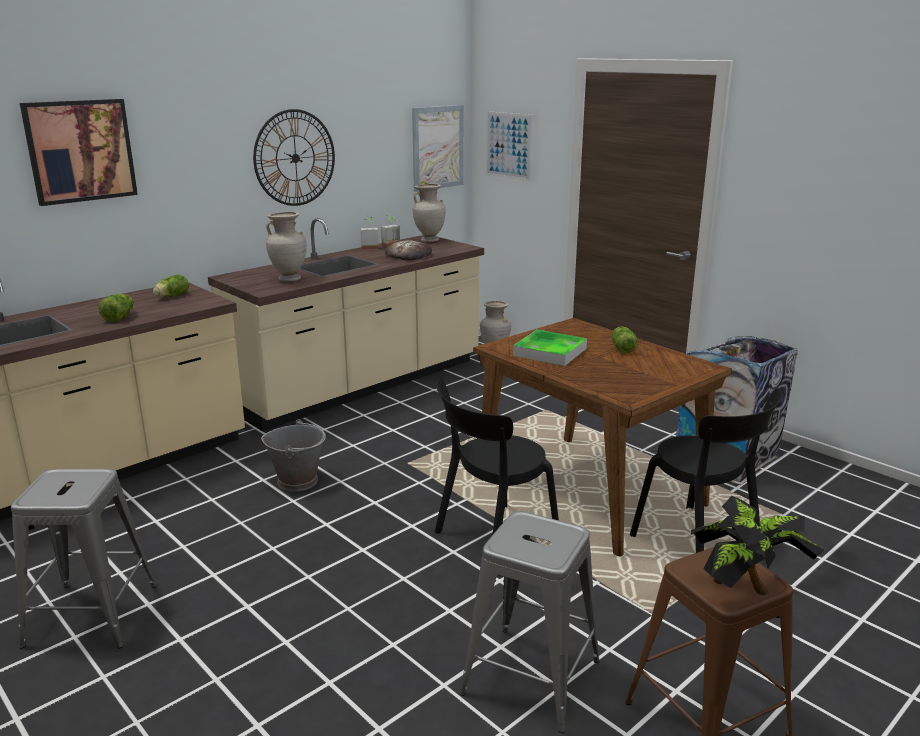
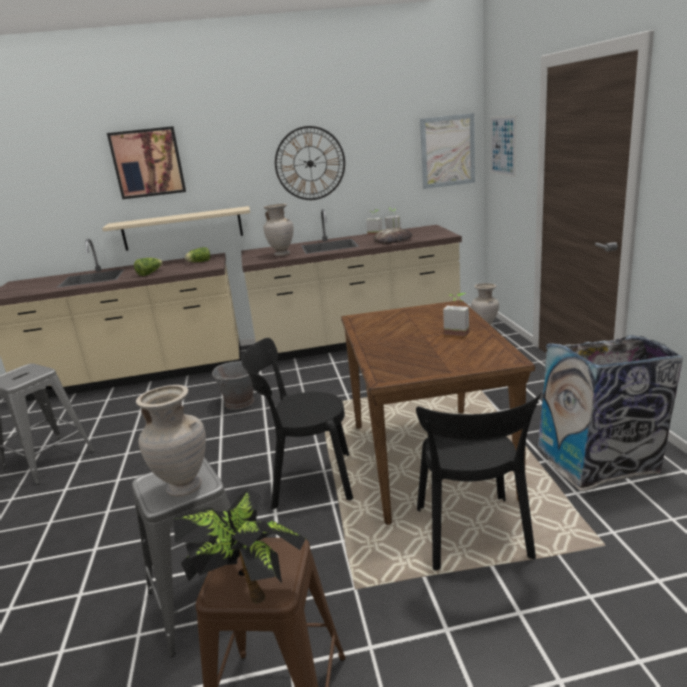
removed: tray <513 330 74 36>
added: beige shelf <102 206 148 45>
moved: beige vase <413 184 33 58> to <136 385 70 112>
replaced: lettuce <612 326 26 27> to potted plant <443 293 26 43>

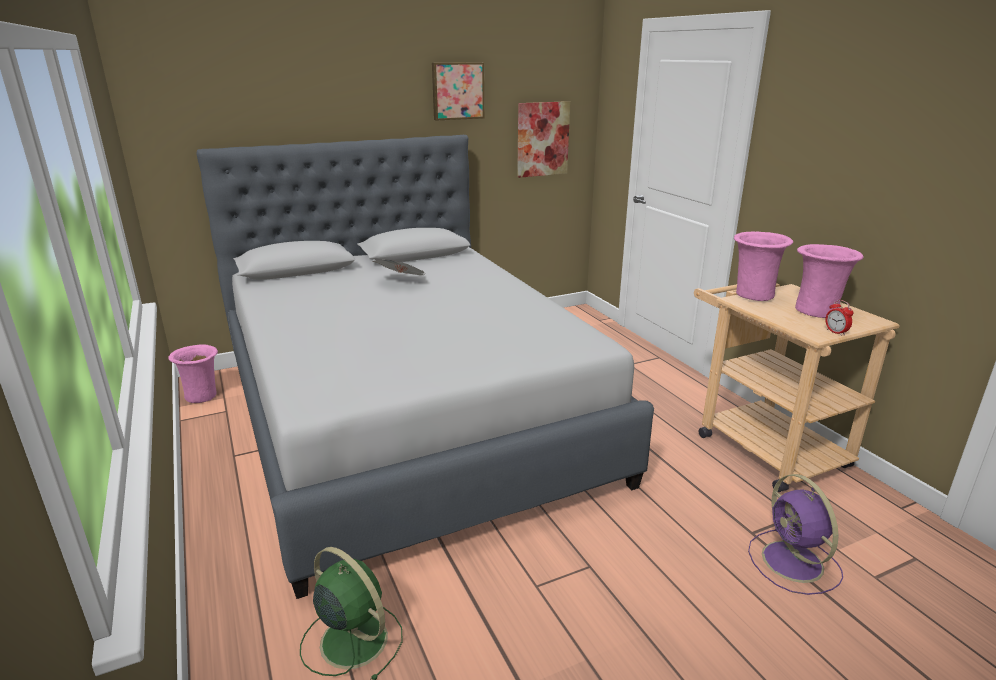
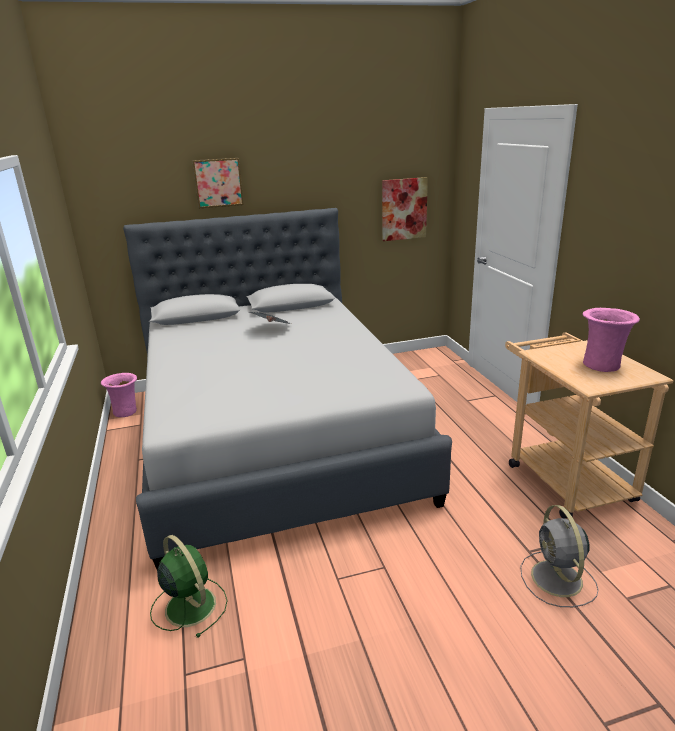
removed: pink vase <734 232 59 69>; alarm clock <825 300 28 36>
moved: picture <432 62 53 59> to <192 158 52 50>
recoloured: purple fan <748 474 95 121> to grey fan <520 505 79 102>

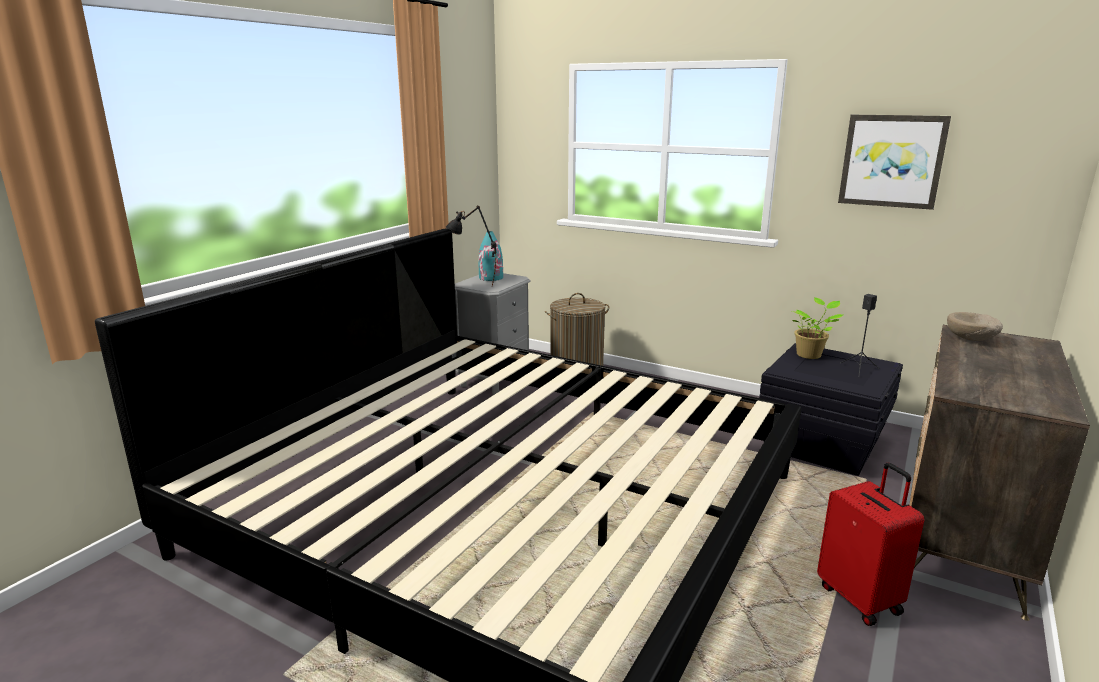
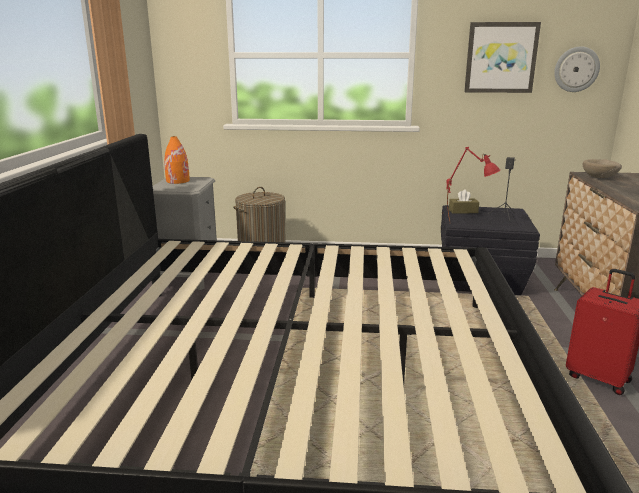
removed: black table lamp <446 206 51 81>
added: red table lamp <447 147 53 77>; wall clock <554 46 46 46>
replaced: potted plant <792 297 51 62> to brown tissue box <449 189 30 25>
recoloured: turquoise vase <479 231 24 50> to orange vase <164 136 26 48>

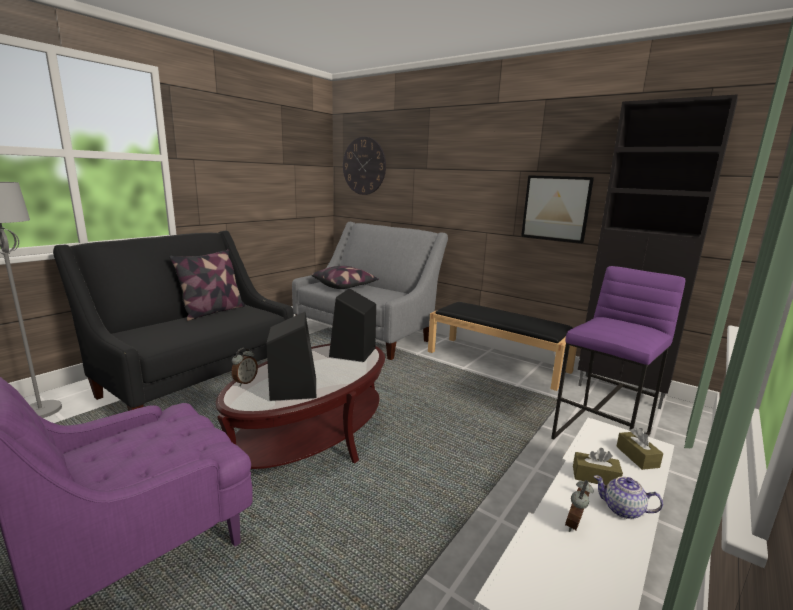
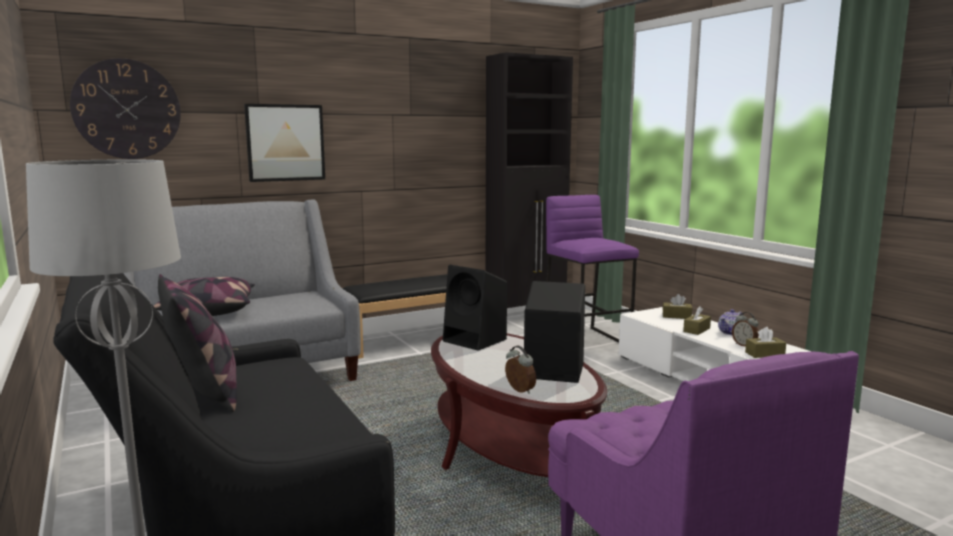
added: brown tissue box <745 327 41 31>
moved: picture <521 175 73 68> to <244 104 81 78>

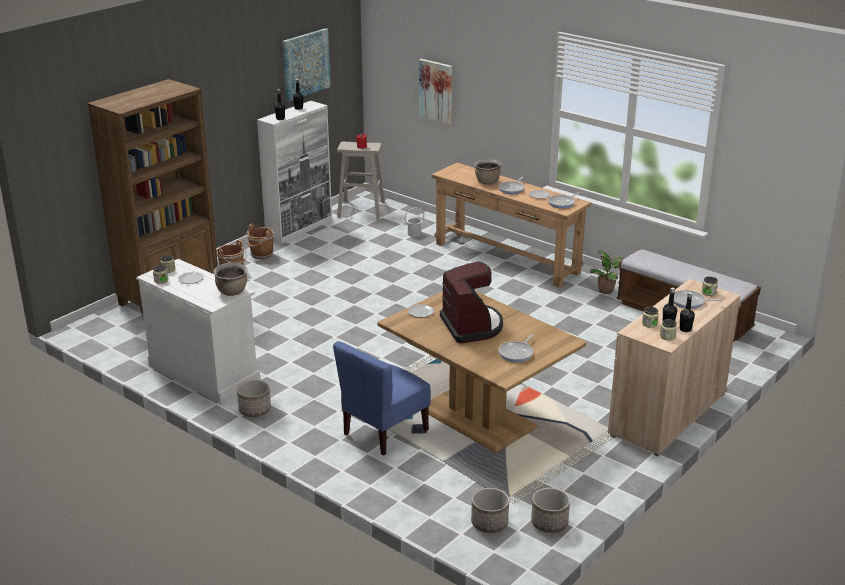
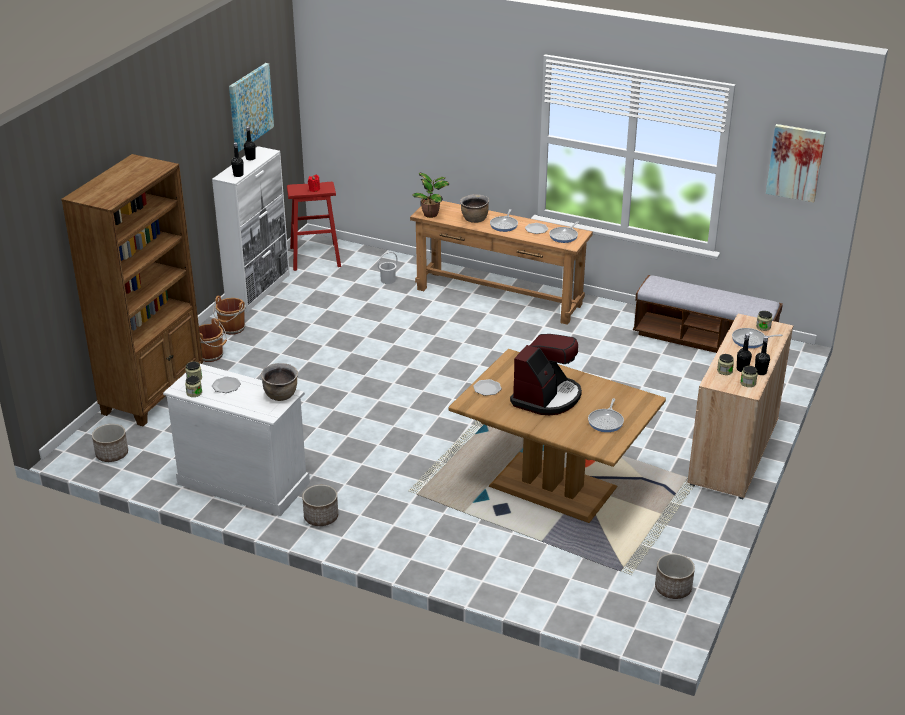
removed: blue chair <333 341 98 114>
moved: planter <471 488 38 45> to <92 424 36 38>; potted plant <589 250 35 44> to <412 173 37 45>; picture <419 59 33 66> to <766 124 60 79>
recoloured: beige stool <337 142 48 77> to red stool <287 182 54 89>
turned: coffee machine <440 261 63 82> = <510 334 72 81> 60 degrees clockwise

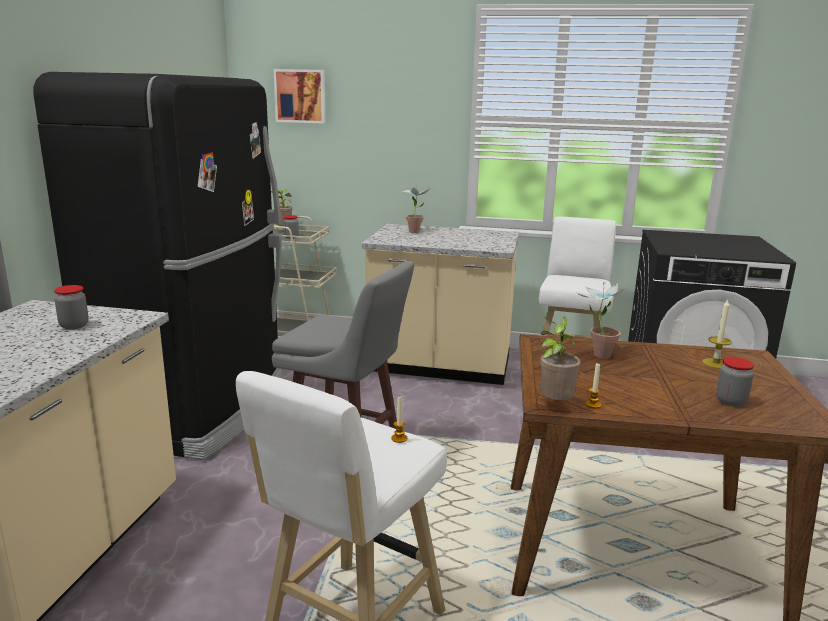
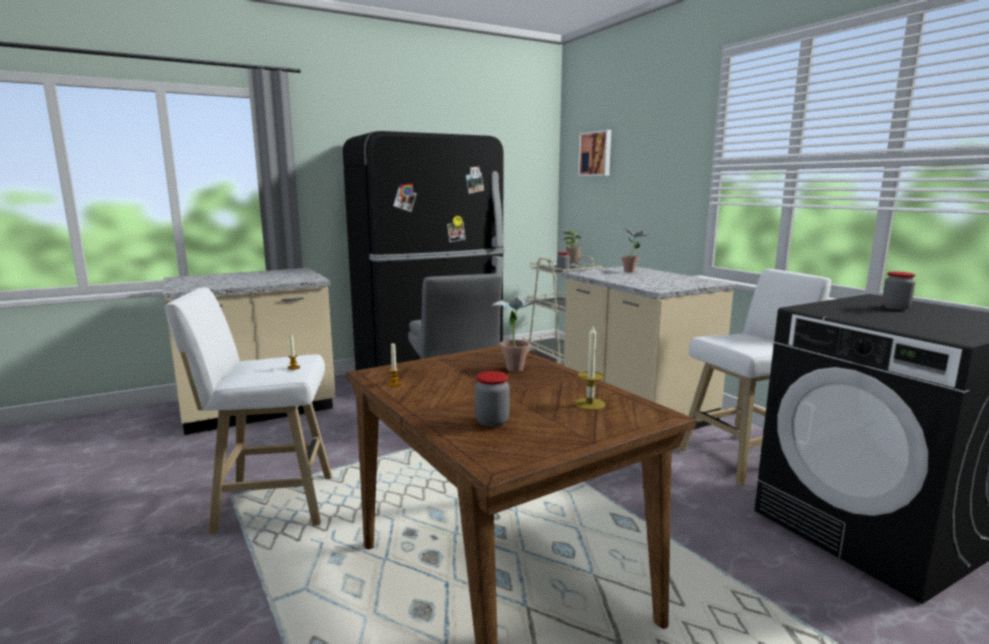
removed: potted plant <538 317 43 83>
moved: jar <54 285 35 45> to <882 272 33 38>

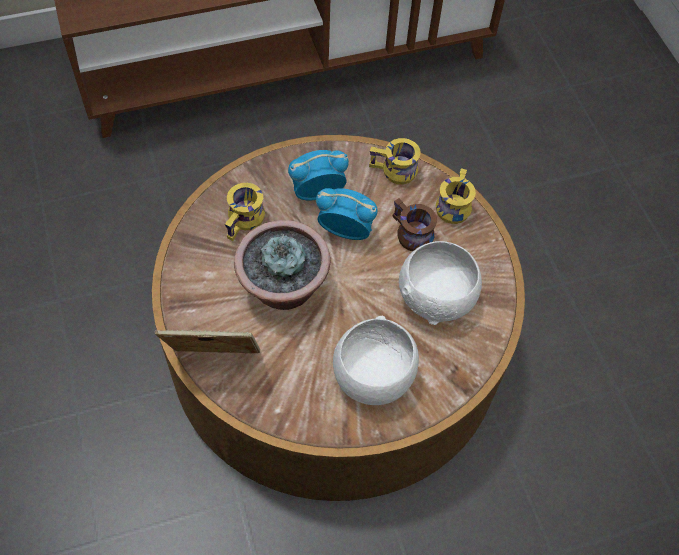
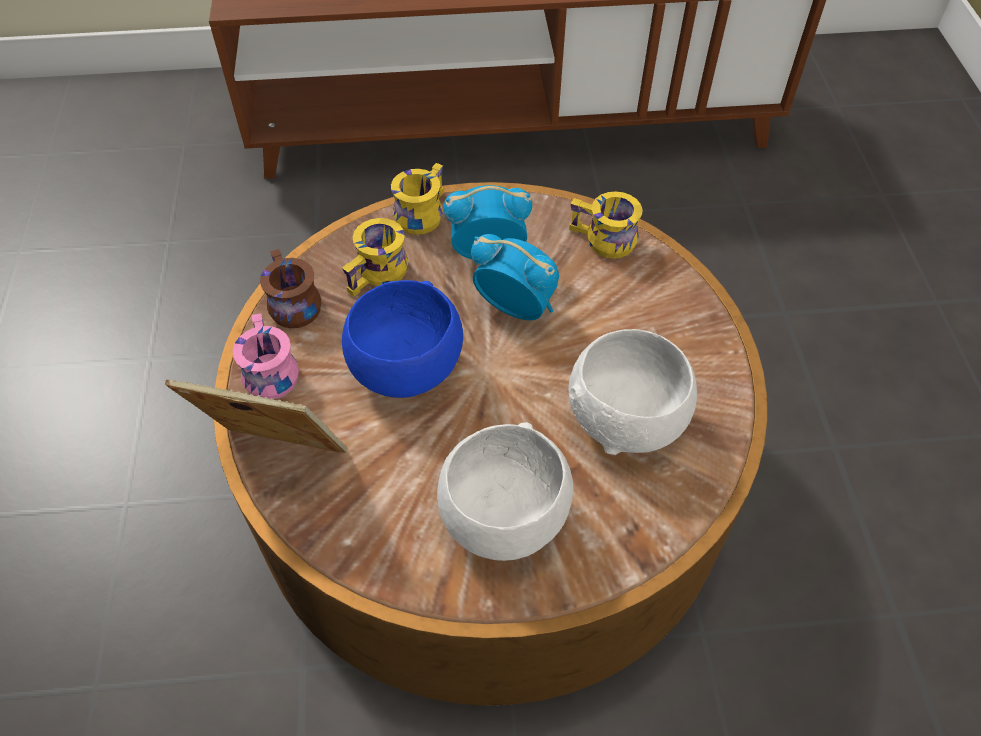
added: pink mug <232 313 67 86>
moved: brown mug <392 198 45 53> to <260 249 61 79>; yellow mug <436 168 40 56> to <391 163 53 72>
replaced: potted plant <234 220 97 90> to blue bowl <342 280 121 118>

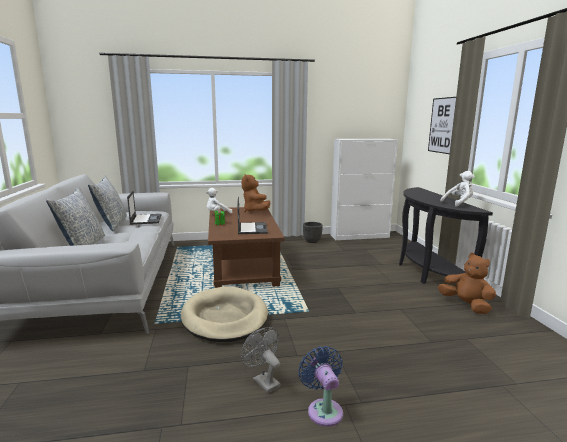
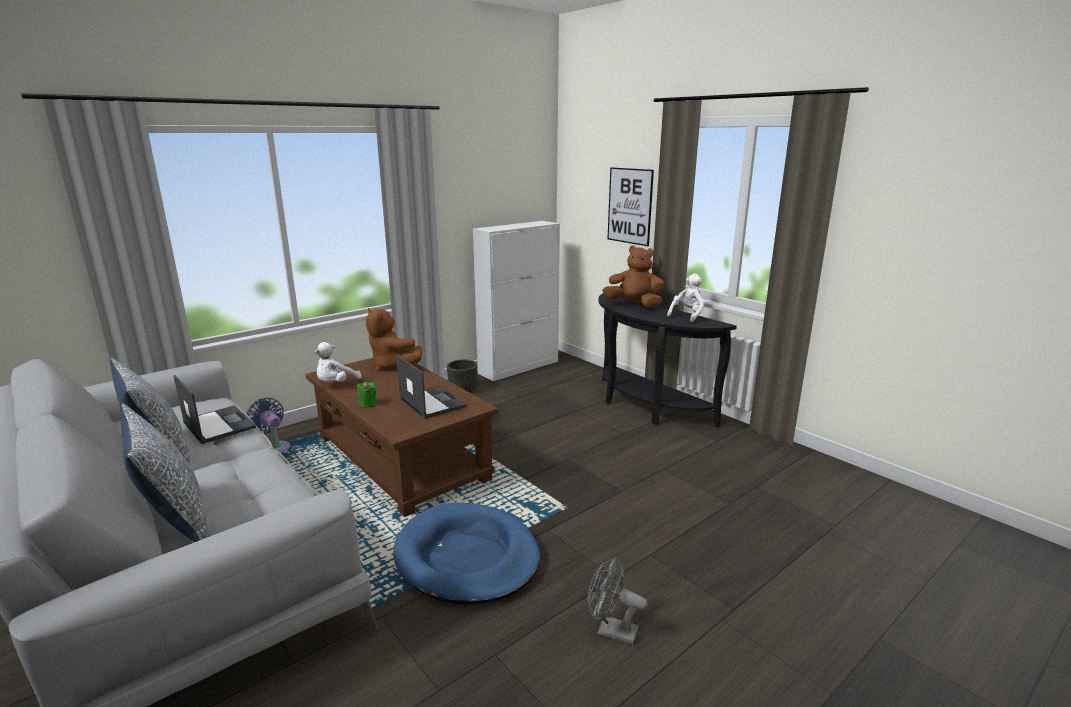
moved: blue fan <298 346 45 81> to <247 398 43 55>; brown plush toy <438 253 58 61> to <602 245 62 63>
recoloured: beige dog bed <181 287 87 55> to blue dog bed <393 503 147 102>

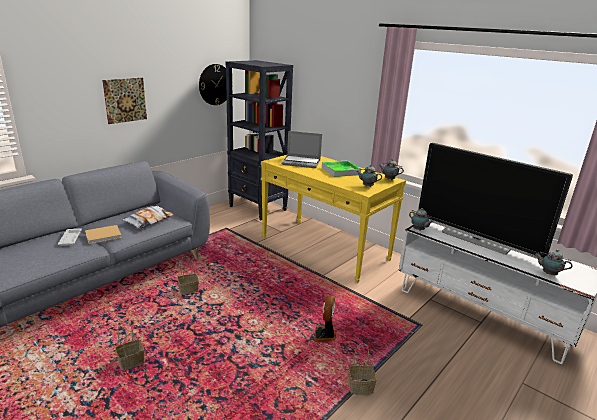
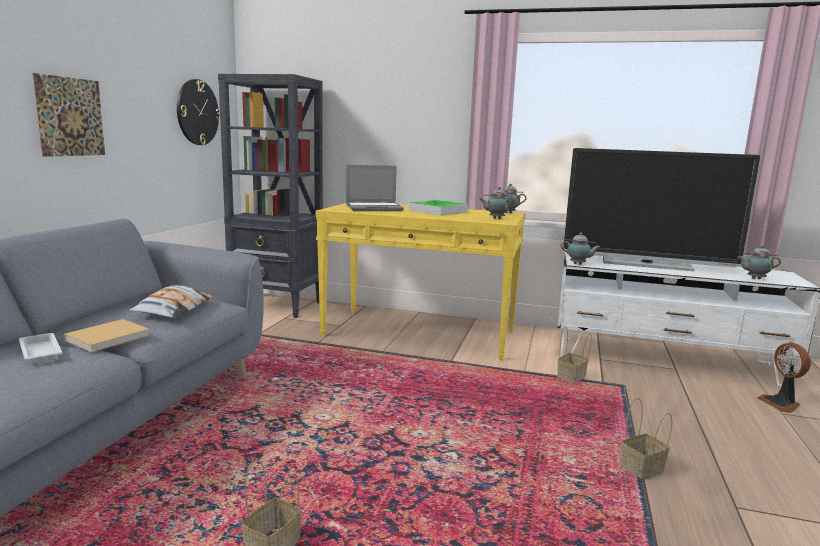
moved: basket <177 256 22 39> to <557 327 35 56>; fan <313 295 23 47> to <757 342 54 71>

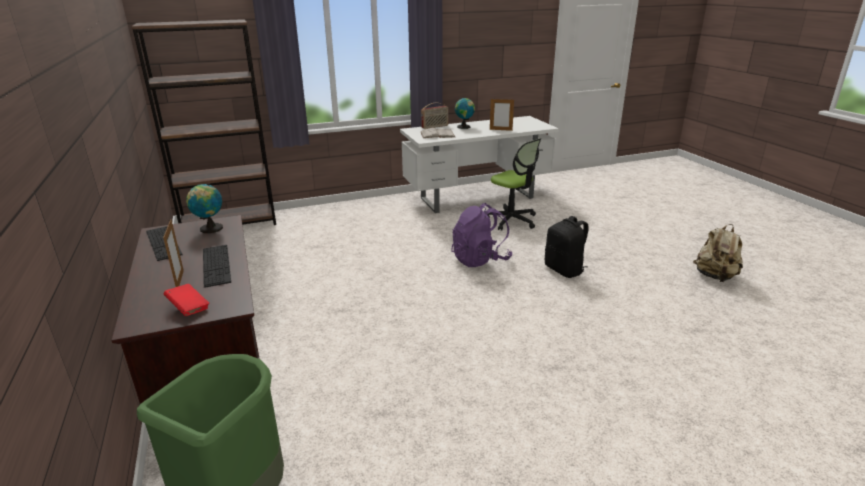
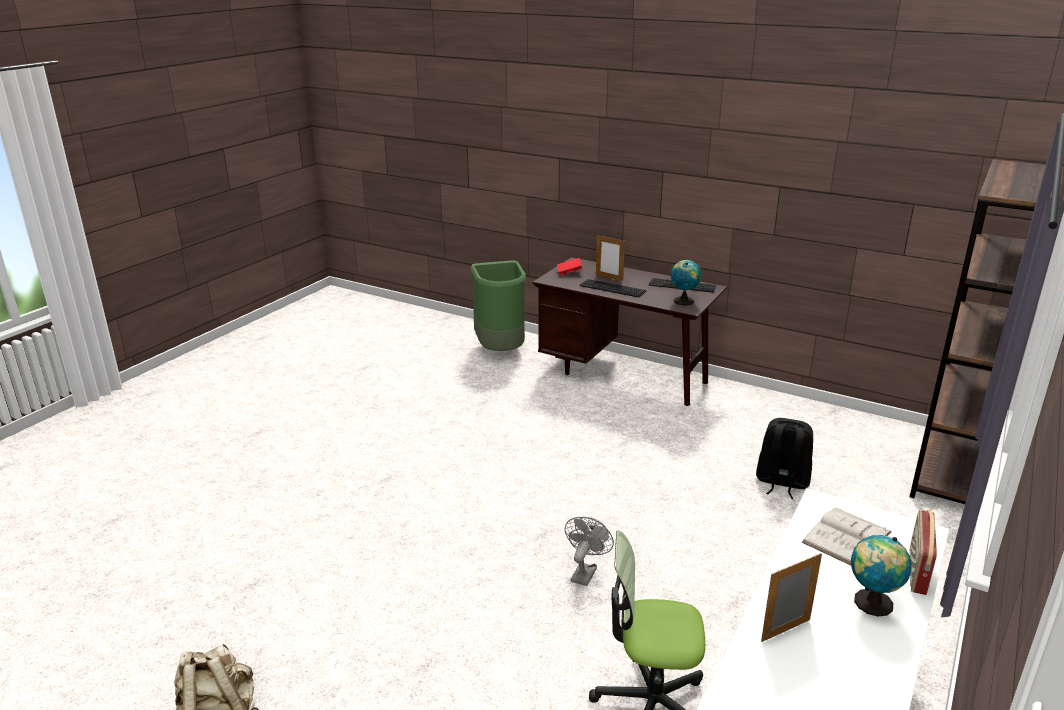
moved: black backpack <545 216 44 62> to <756 418 57 81>
replaced: purple backpack <451 203 61 64> to grey fan <565 517 49 69>

